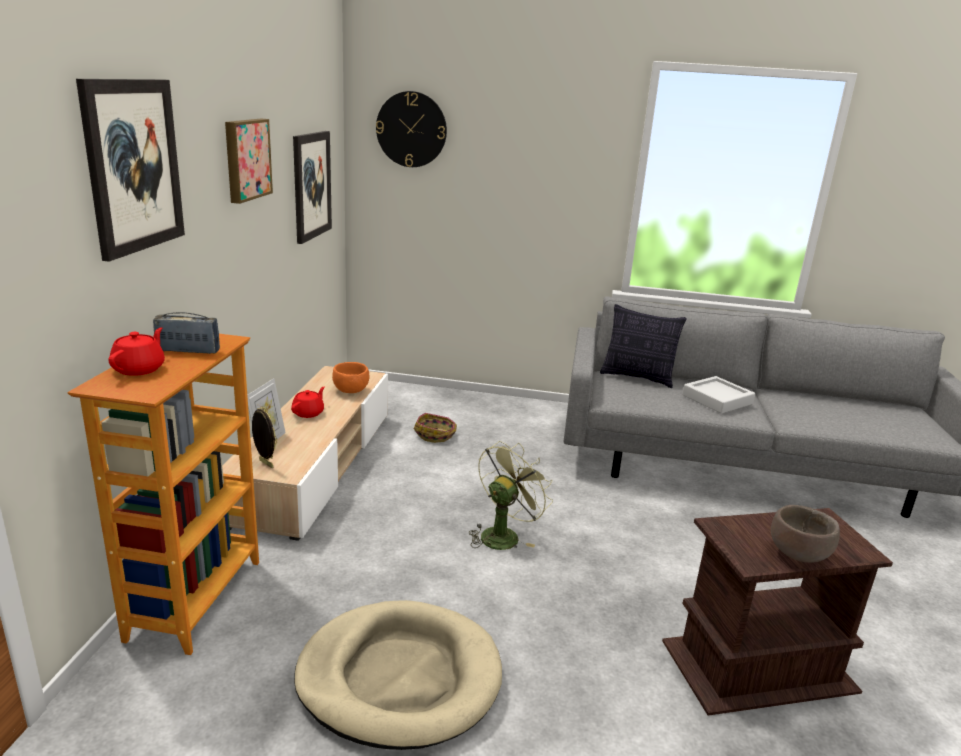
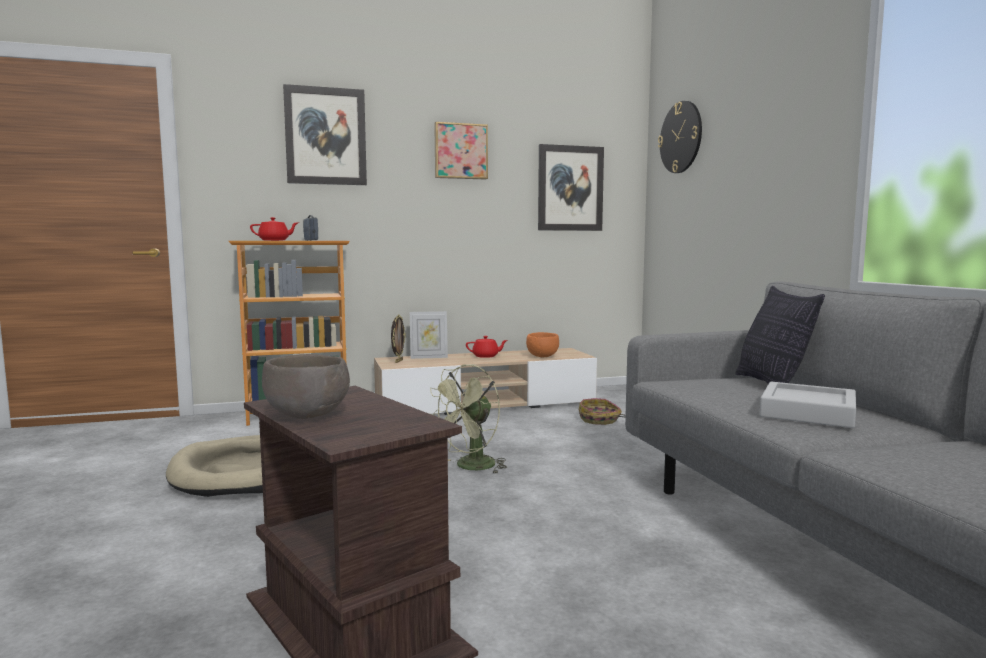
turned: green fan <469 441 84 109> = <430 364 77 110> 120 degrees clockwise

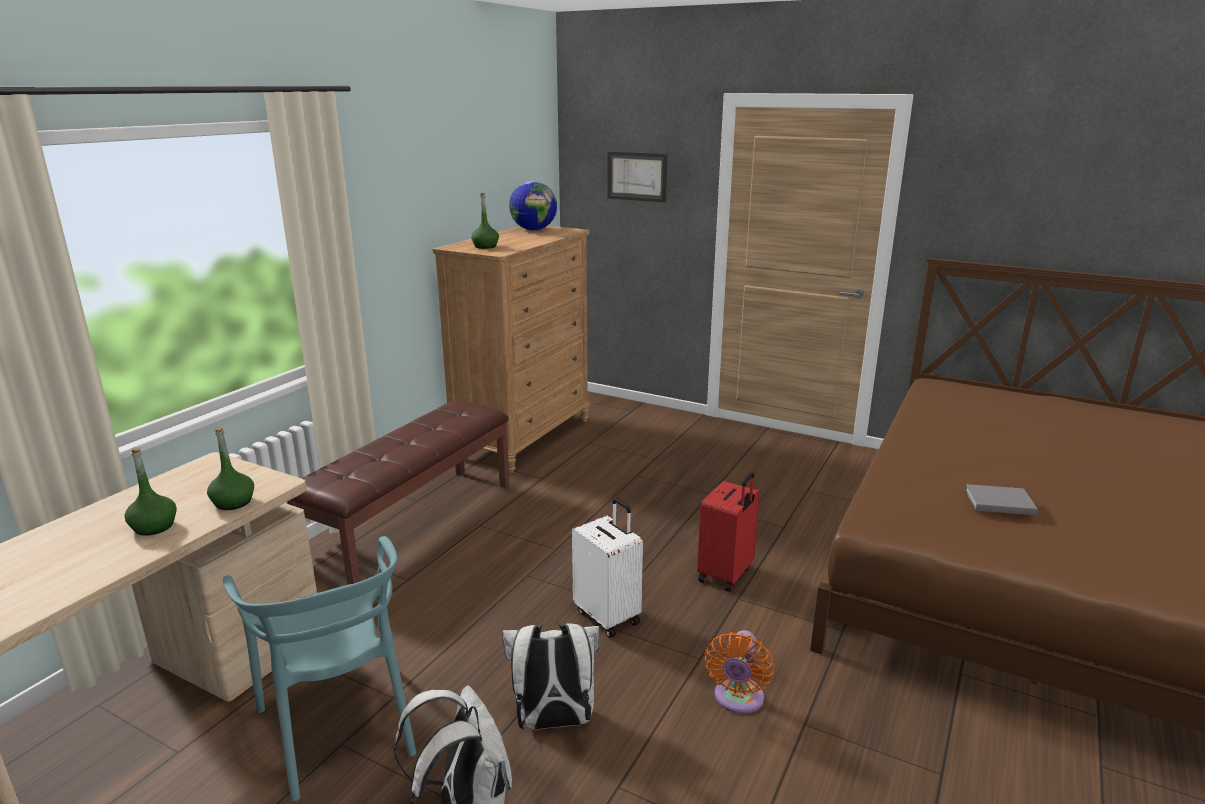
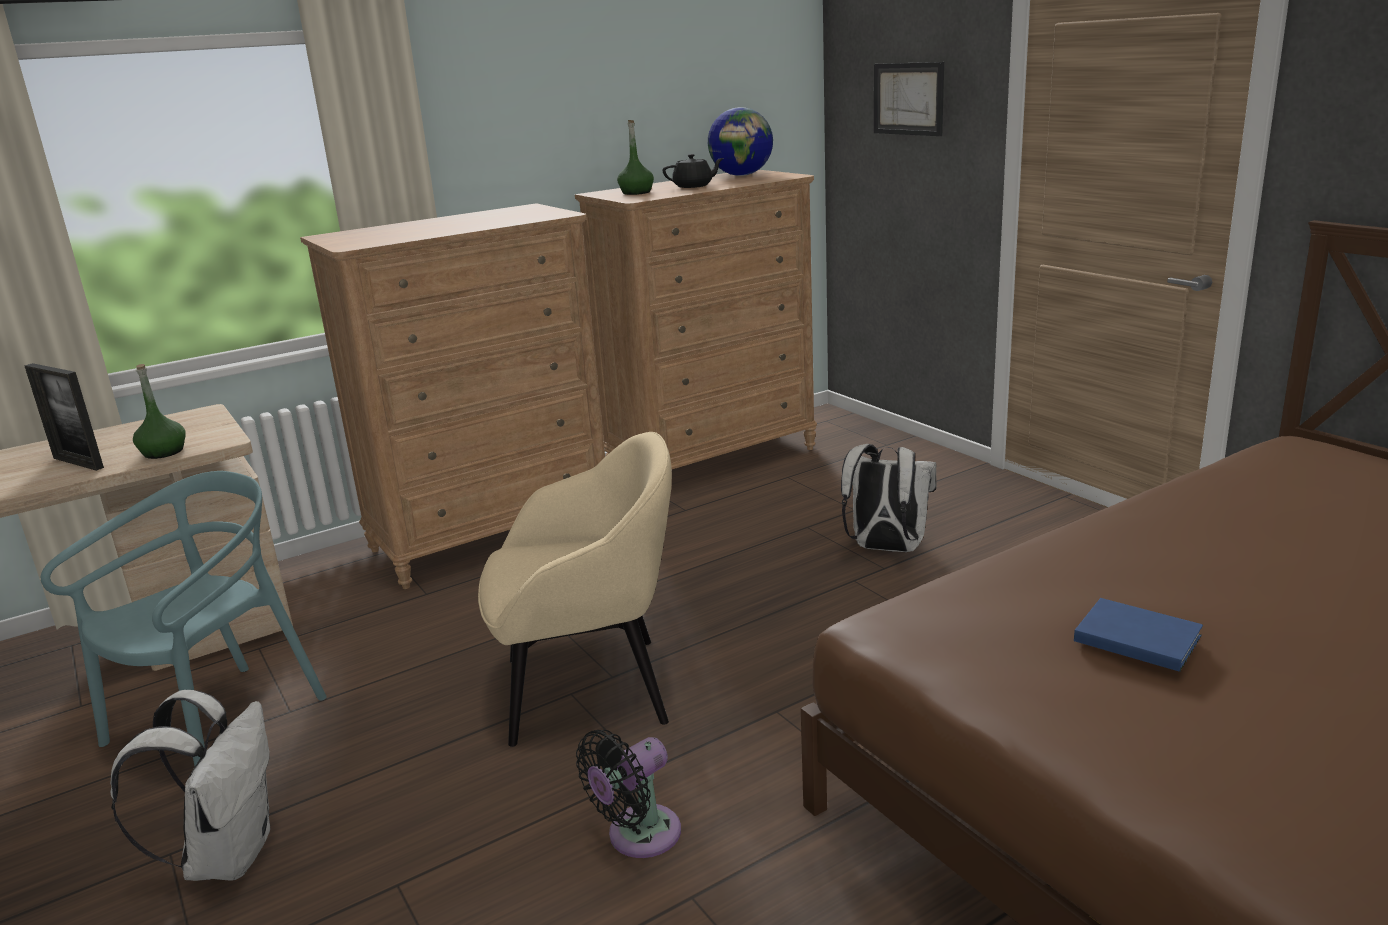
removed: red suitcase <697 473 63 119>
added: black teapot <663 154 61 34>
moved: white backpack <502 620 97 110> to <841 444 96 108>
replaced: green bottle <125 447 52 89> to picture frame <24 363 80 108>; brown bench <287 401 222 184> to brown dresser <300 203 305 386>; white suitcase <572 498 71 140> to beige armchair <478 432 194 315>
recoloured: orange fan <704 630 70 84> to black fan <576 730 105 128>; grey book <965 484 73 31> to blue book <1074 598 129 74>
turned: turquoise chair <223 536 193 265> = <41 471 285 295> 150 degrees counterclockwise

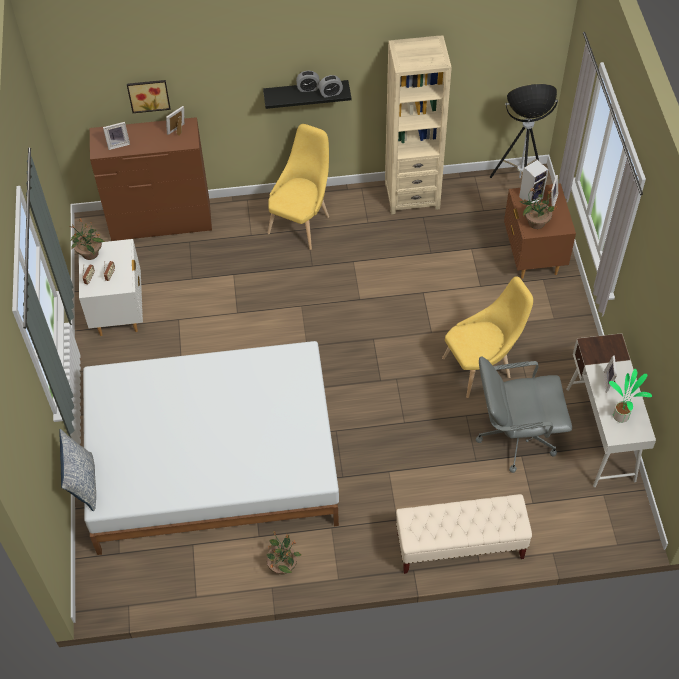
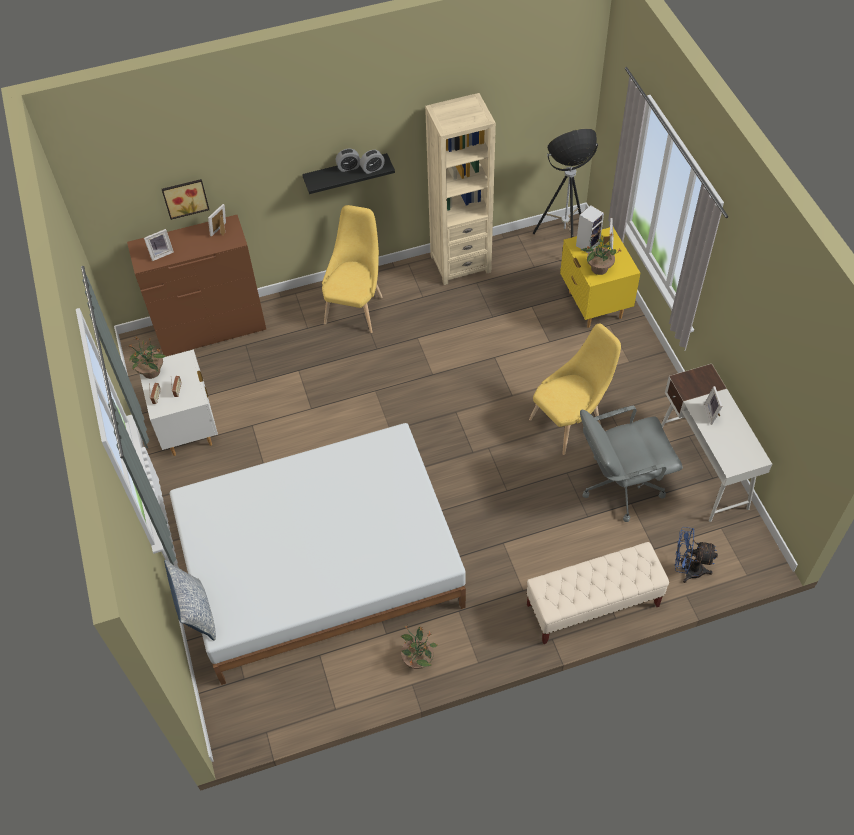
removed: potted plant <609 369 43 54>
added: blue fan <675 527 43 56>
recoloured: brown nightstand <504 183 72 96> to yellow nightstand <560 227 80 101>

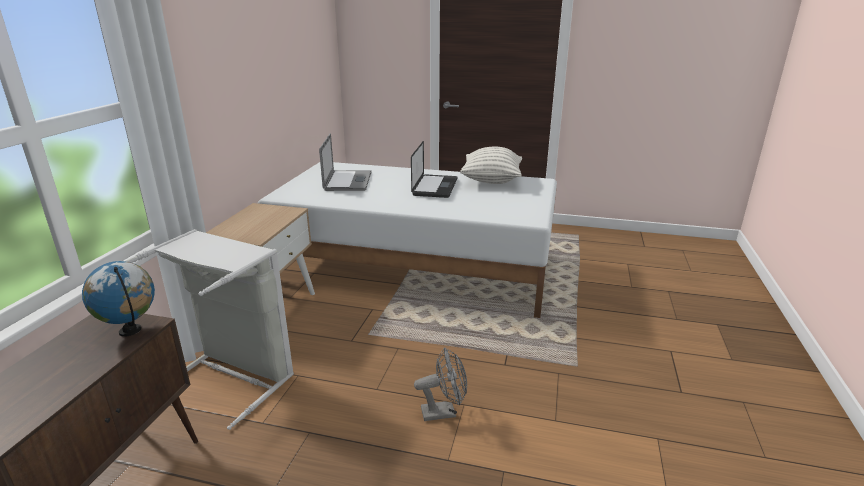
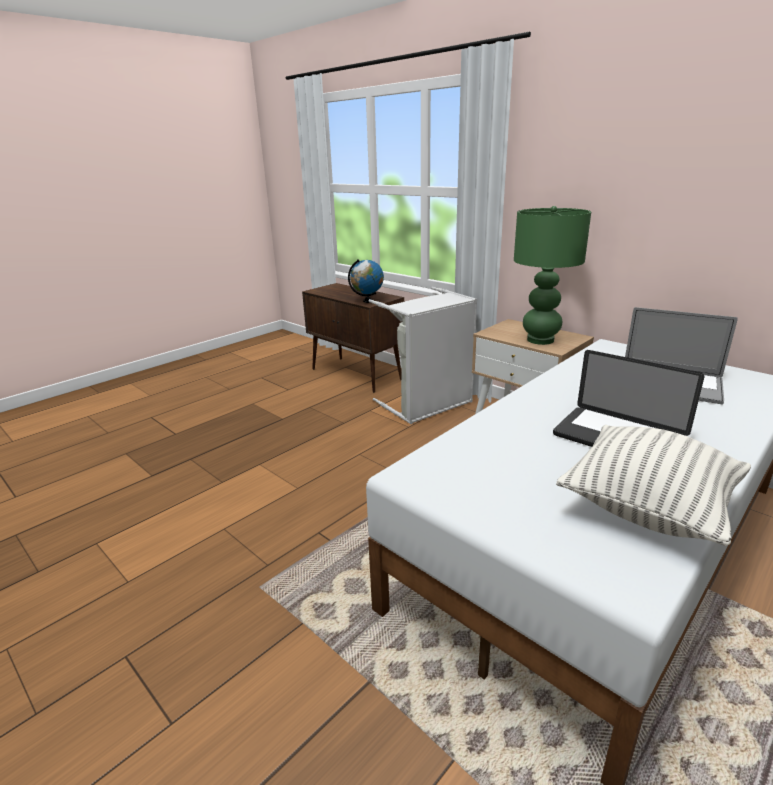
removed: grey fan <414 347 53 74>
added: green table lamp <514 206 77 139>

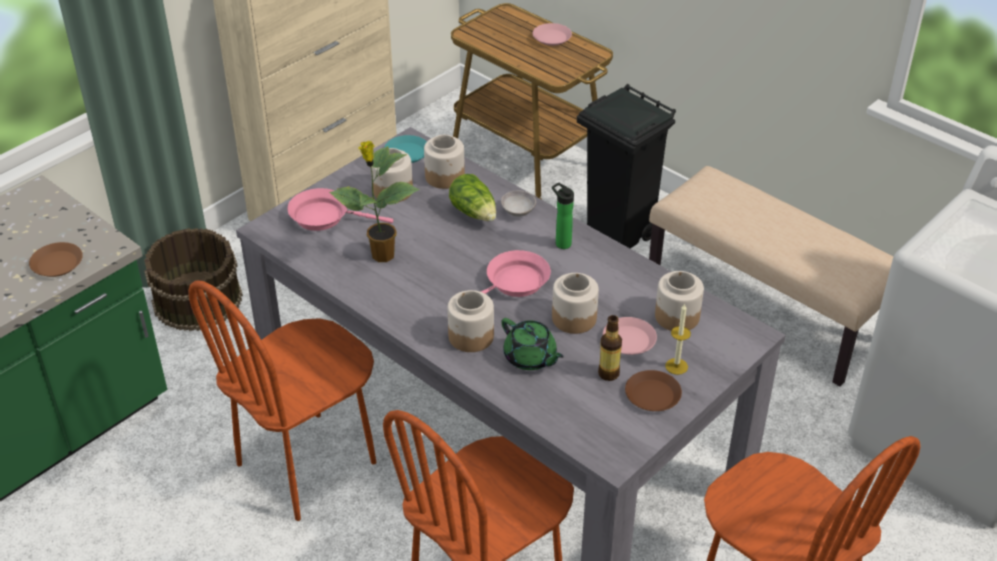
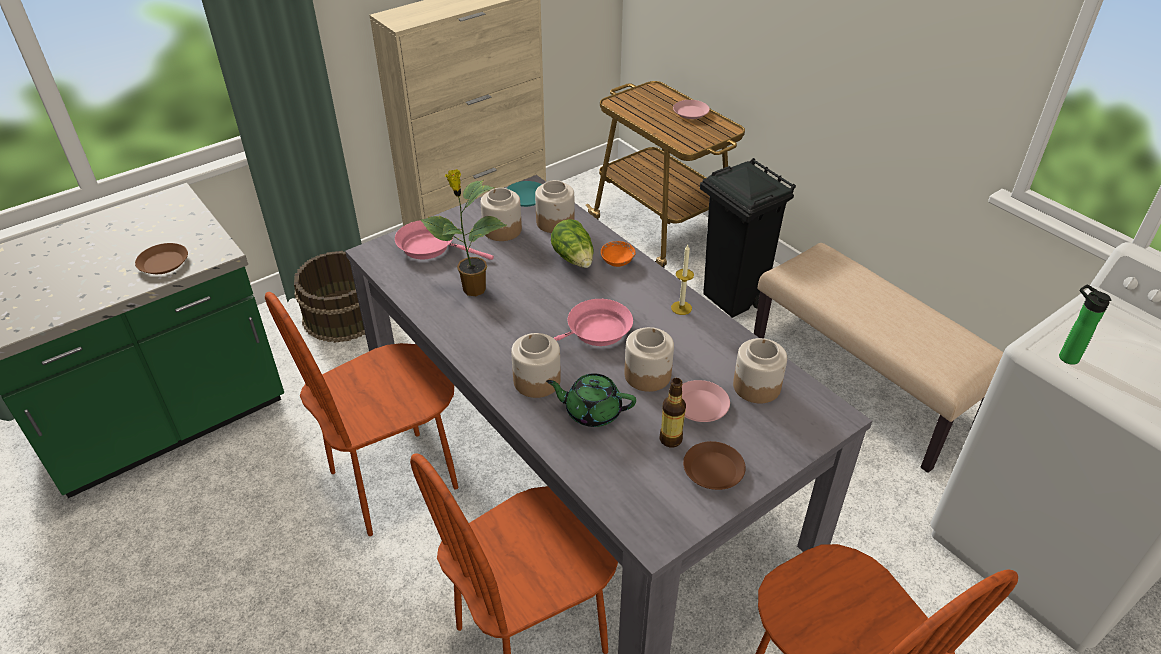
moved: candle <665 303 26 72> to <671 245 23 70>; bottle <552 183 22 66> to <1059 284 53 81>
recoloured: grey bowl <501 190 35 27> to orange bowl <601 241 35 26>
turned: green teapot <501 318 63 52> = <546 373 90 54> 135 degrees clockwise

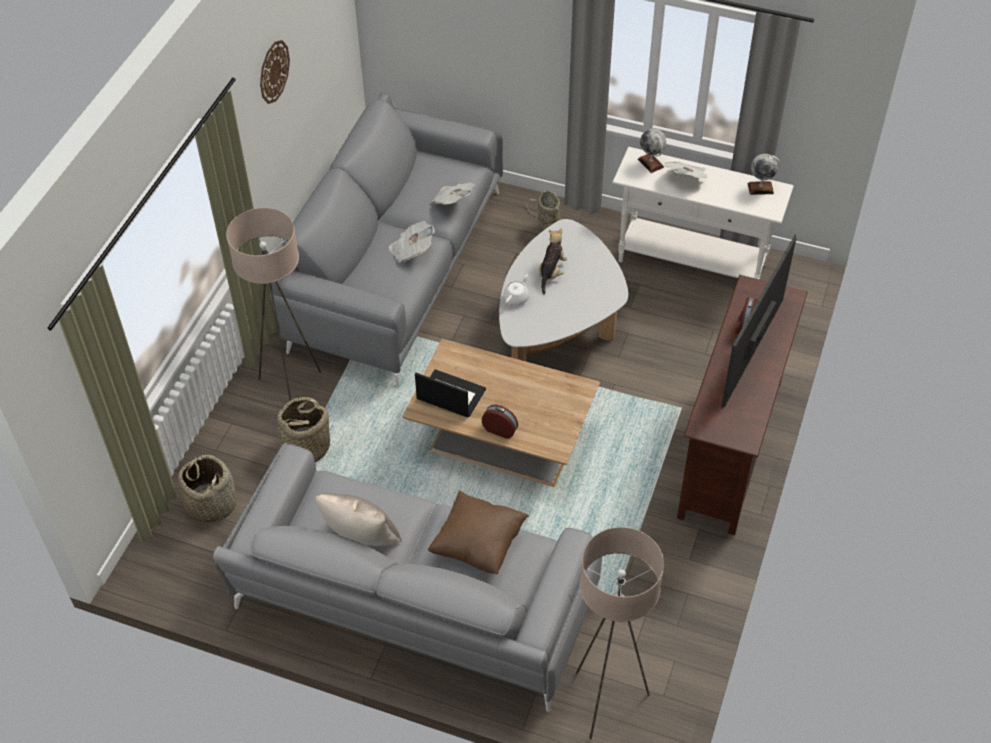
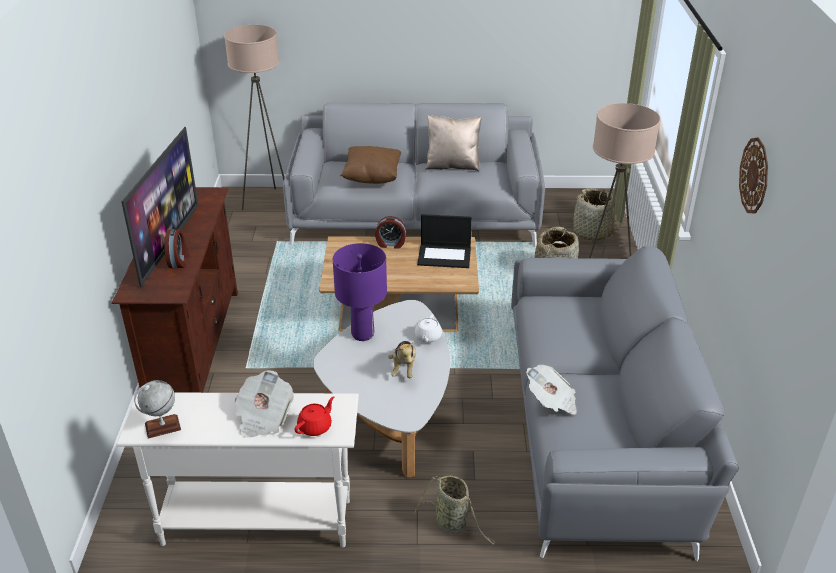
removed: newspaper <389 221 46 42>
added: purple table lamp <333 243 54 98>
replaced: globe <638 129 28 44> to red teapot <294 396 40 40>

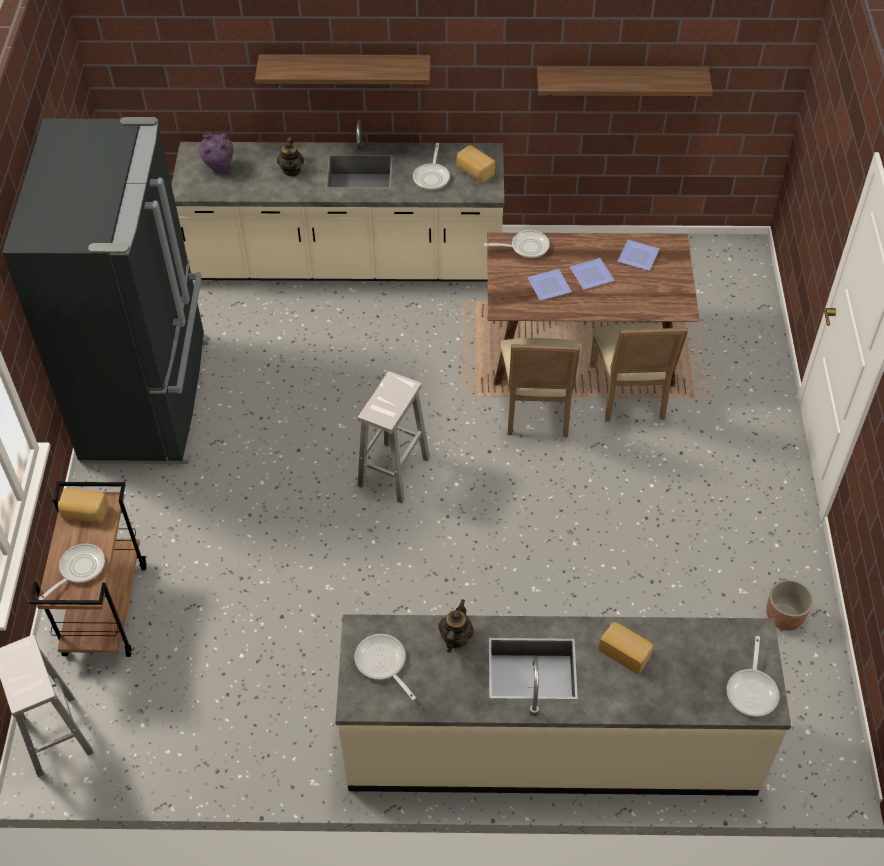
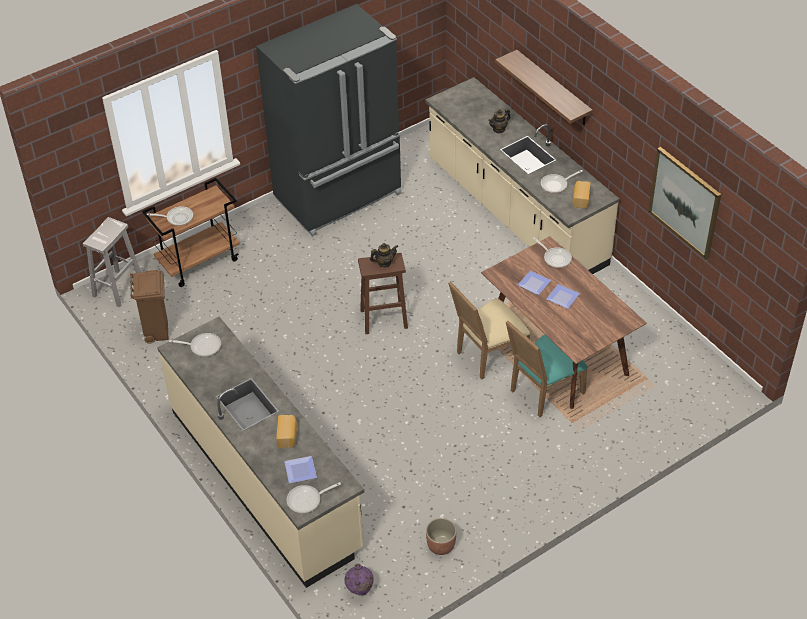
removed: bread <58 488 51 35>
added: brown trash can <130 270 38 74>
moved: plate <618 240 42 31> to <284 456 33 27>; purple vase <199 132 35 42> to <345 564 28 32>; teapot <438 600 36 53> to <370 243 28 24>
replaced: shelf <537 66 176 31> to picture <648 147 73 113>
recoloured: white stool <358 371 72 133> to brown stool <358 253 50 81>; beige chair <590 323 98 99> to turquoise chair <506 320 82 97>
turned: frying pan <354 634 62 66> = <169 333 52 24> 75 degrees clockwise

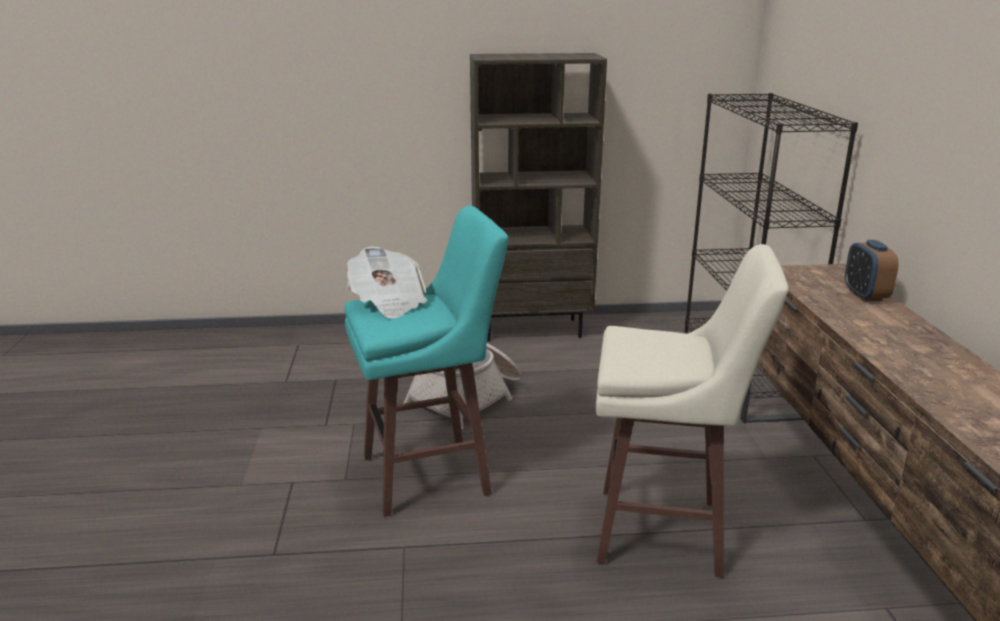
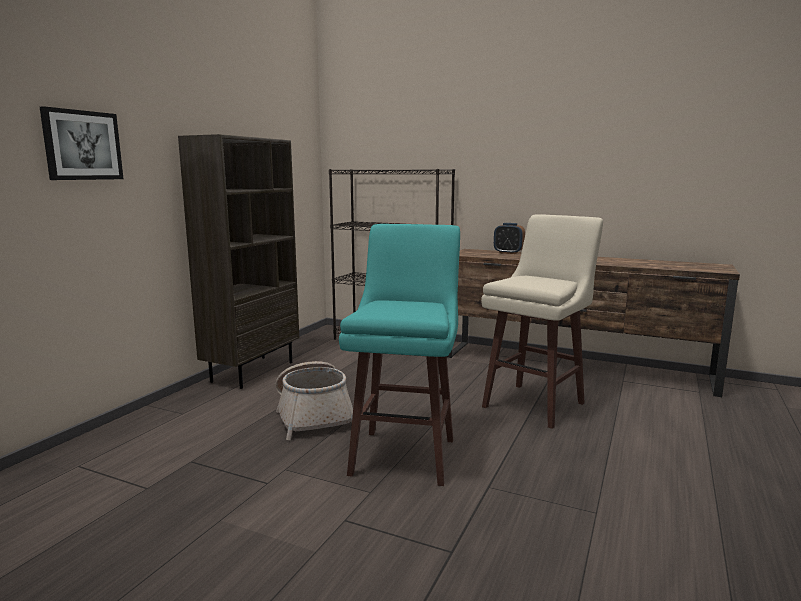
removed: newspaper <347 246 80 73>
added: picture <40 106 84 74>

